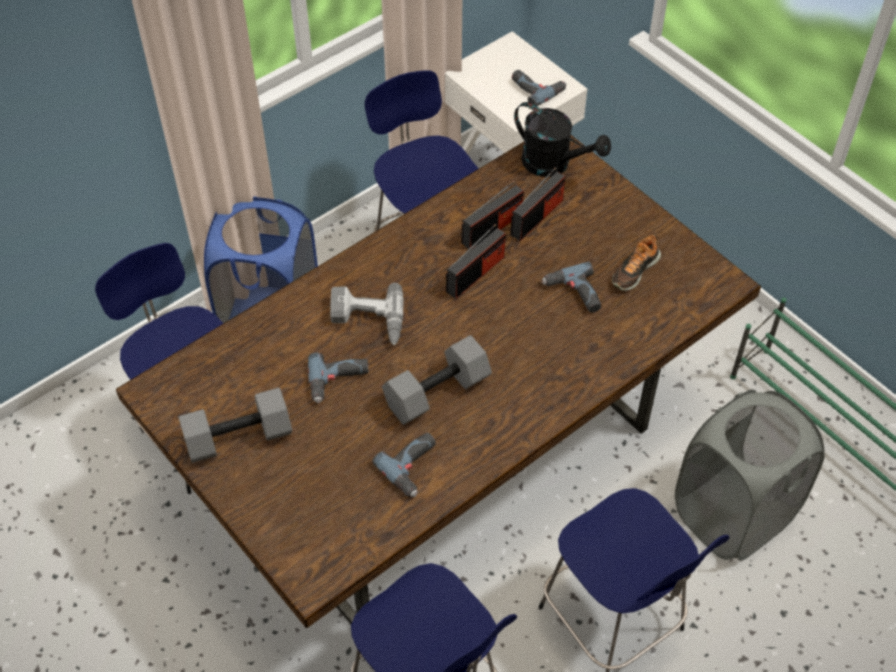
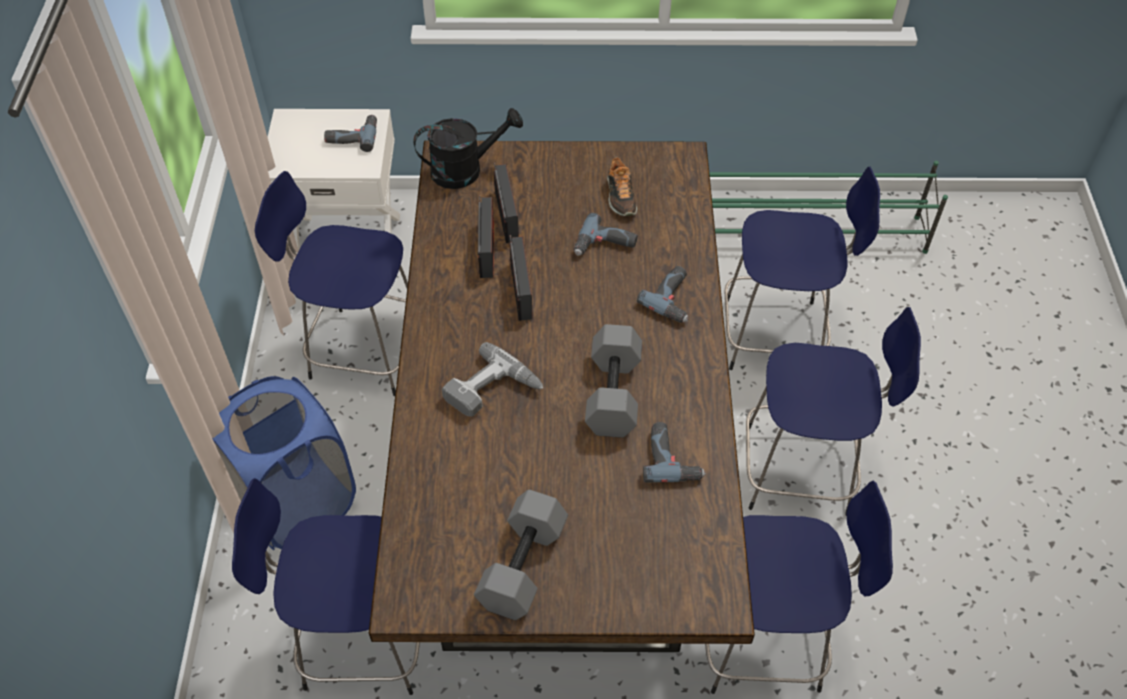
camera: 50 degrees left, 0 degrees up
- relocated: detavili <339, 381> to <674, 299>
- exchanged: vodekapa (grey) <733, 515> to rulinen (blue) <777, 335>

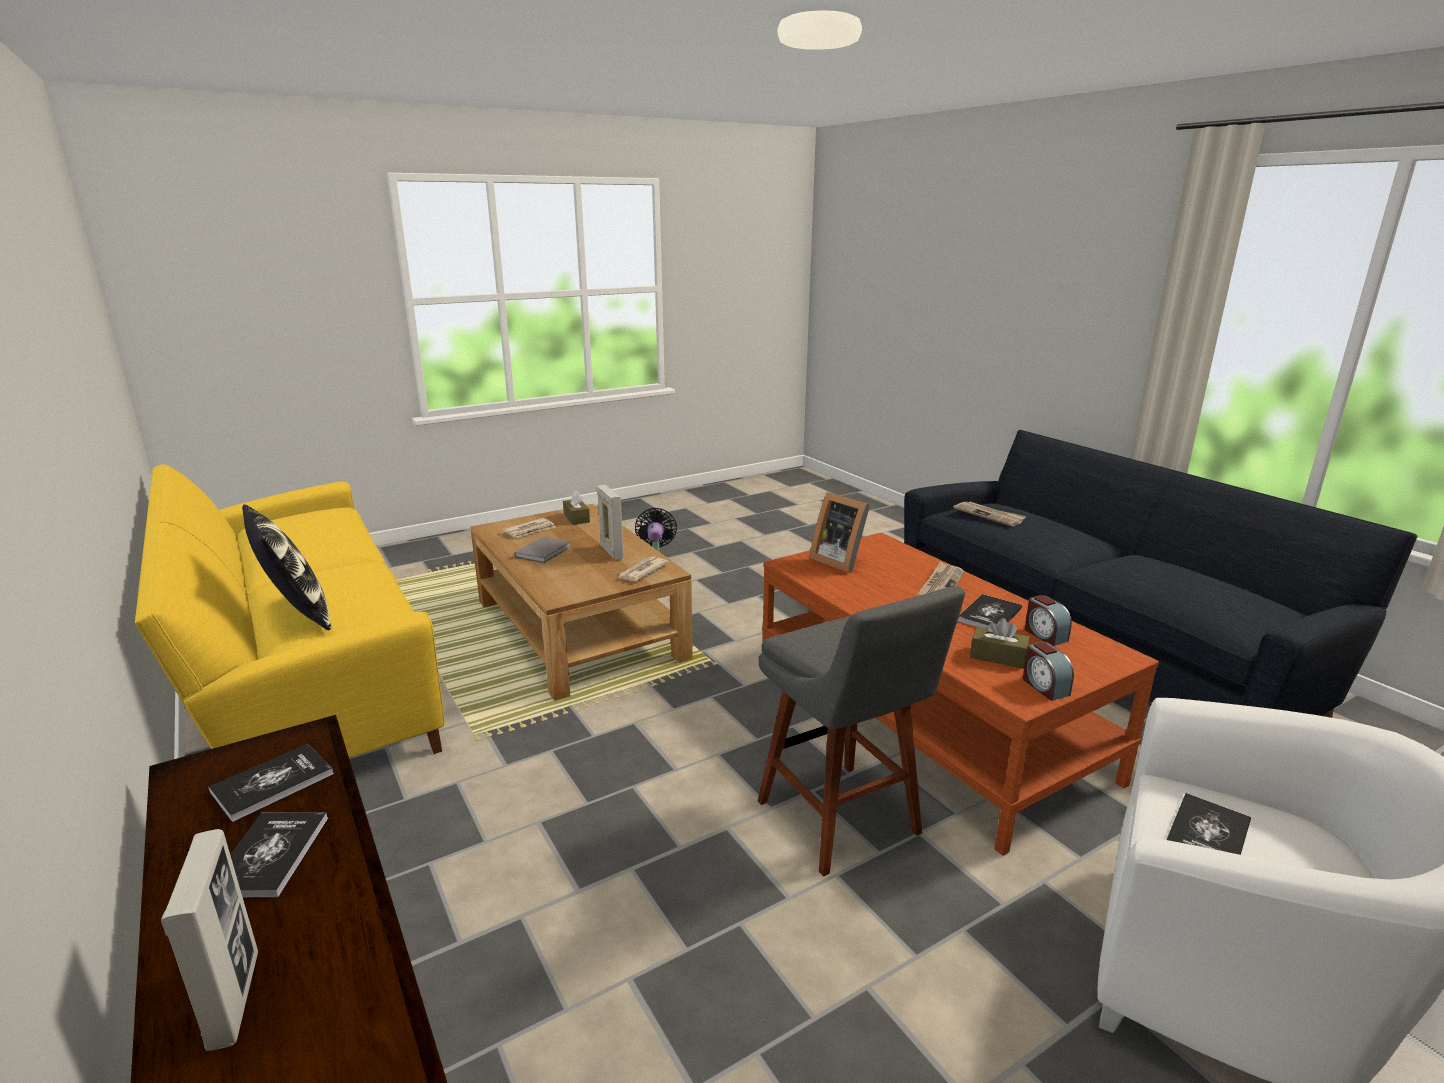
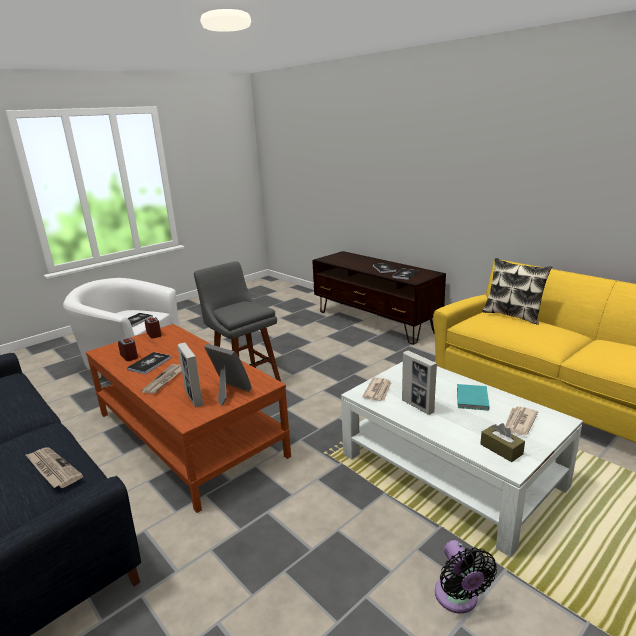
camera: 170 degrees right, 0 degrees up
- missing: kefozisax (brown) <998, 657>
- relocated: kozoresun <234, 999> to <194, 398>
- colour: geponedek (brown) <578, 628> to geponedek (white) <450, 470>
- colour: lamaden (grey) <544, 551> to lamaden (turquoise) <471, 399>

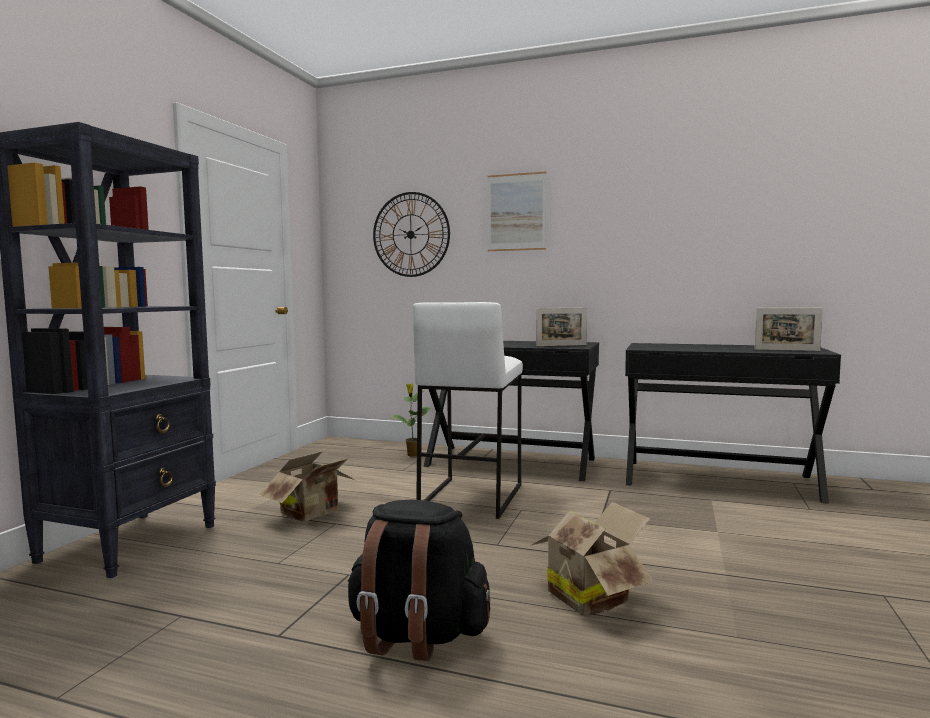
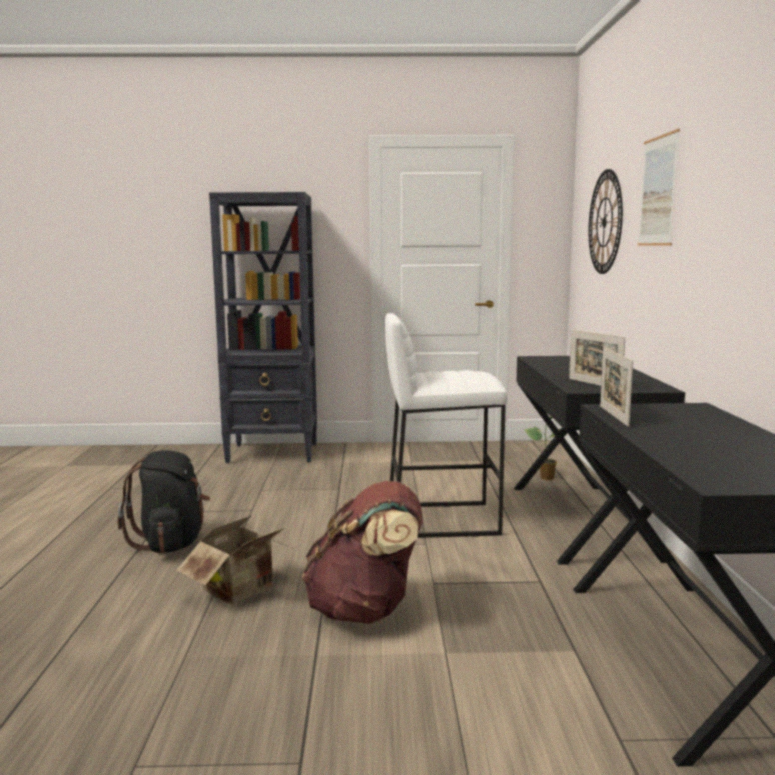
camera: 70 degrees right, 5 degrees up
- missing: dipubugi <313, 514>
- appeared: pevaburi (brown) <365, 610>
- relocated: kozoresun <786, 350> to <613, 415>

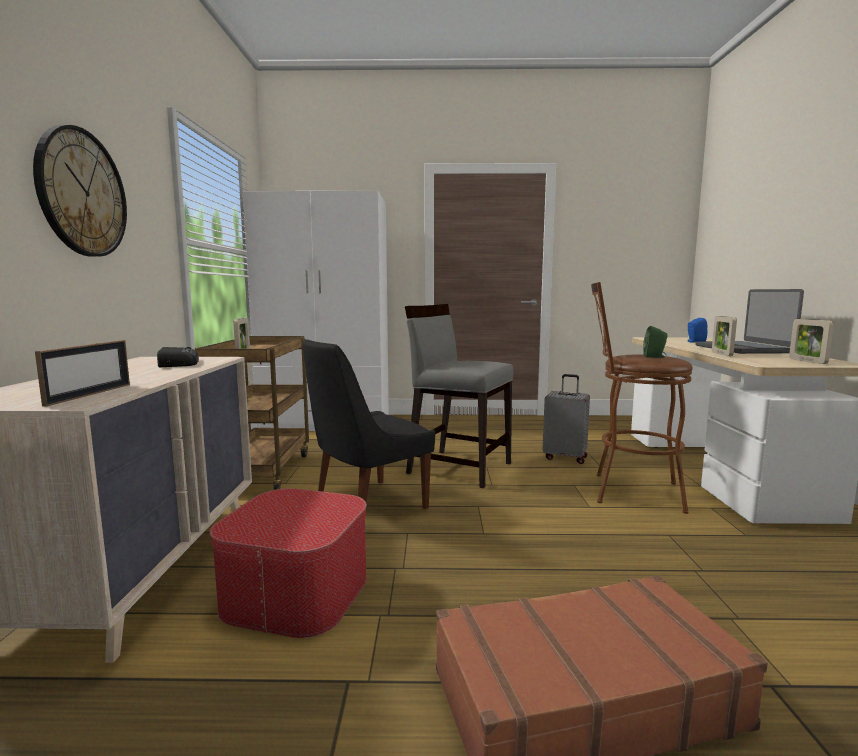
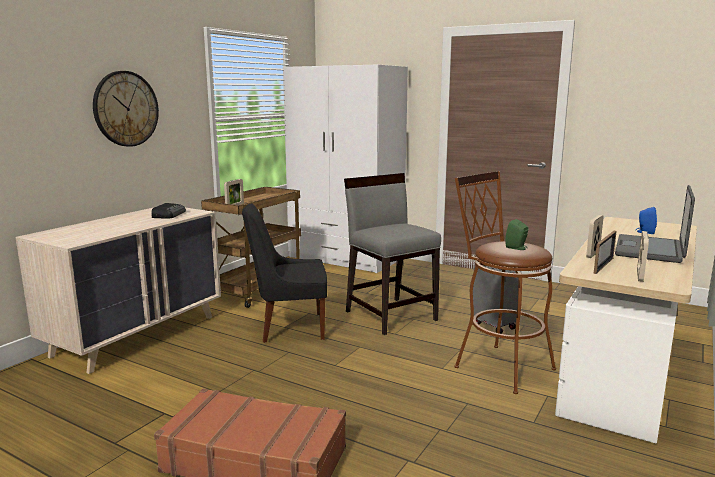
camera: 30 degrees right, 5 degrees up
- missing: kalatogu <296, 592>
- relocated: kozoresun <90, 394> to <603, 265>

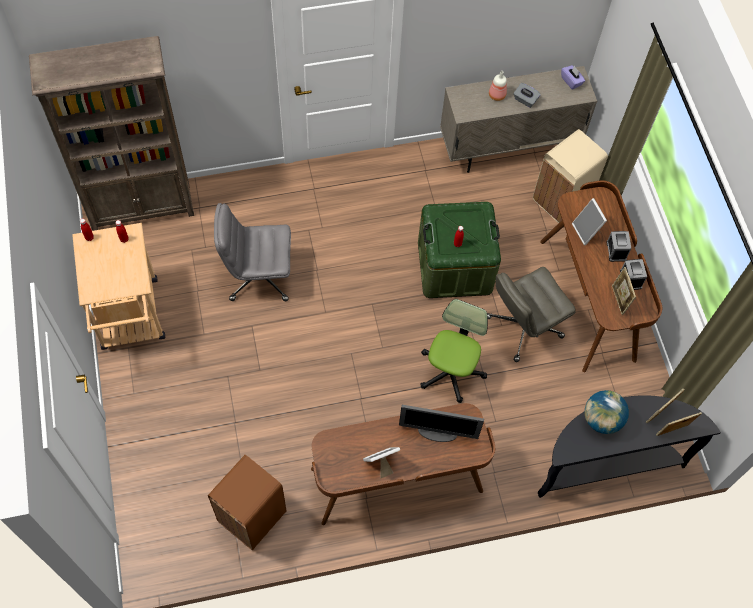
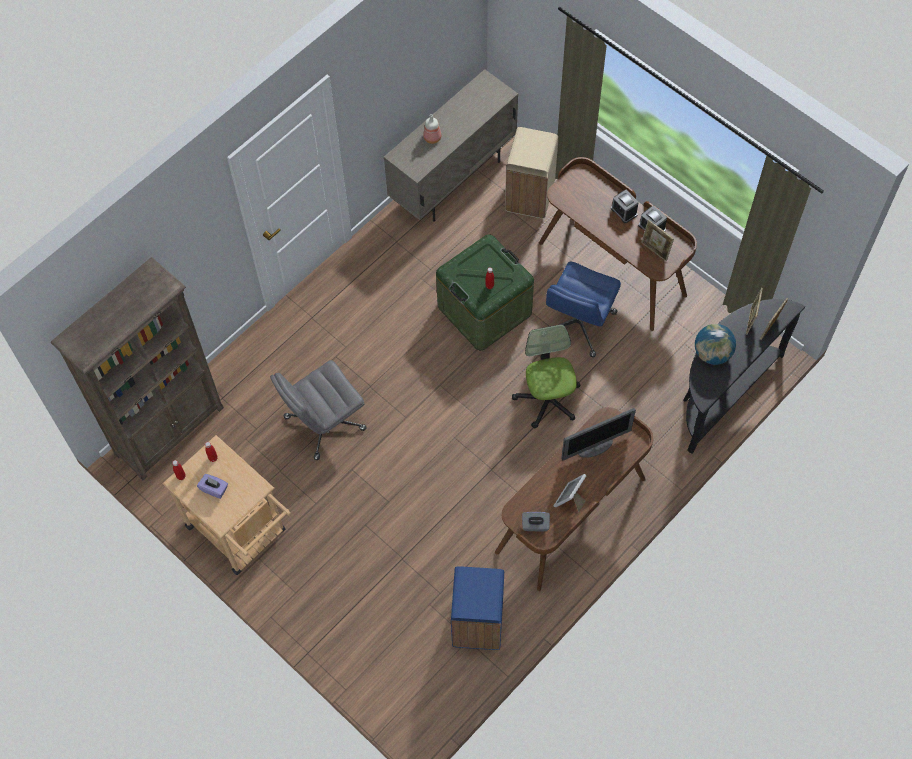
camera: 30 degrees left, 0 degrees up
- missing: kozoresun <587, 231>
- relocated: kefozisax (grey) <525, 100> to <535, 525>
- relocated: kefozisax (purple) <571, 81> to <214, 489>
- colour: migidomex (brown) <251, 517> to migidomex (blue) <477, 624>
- colour: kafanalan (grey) <523, 327> to kafanalan (blue) <578, 325>

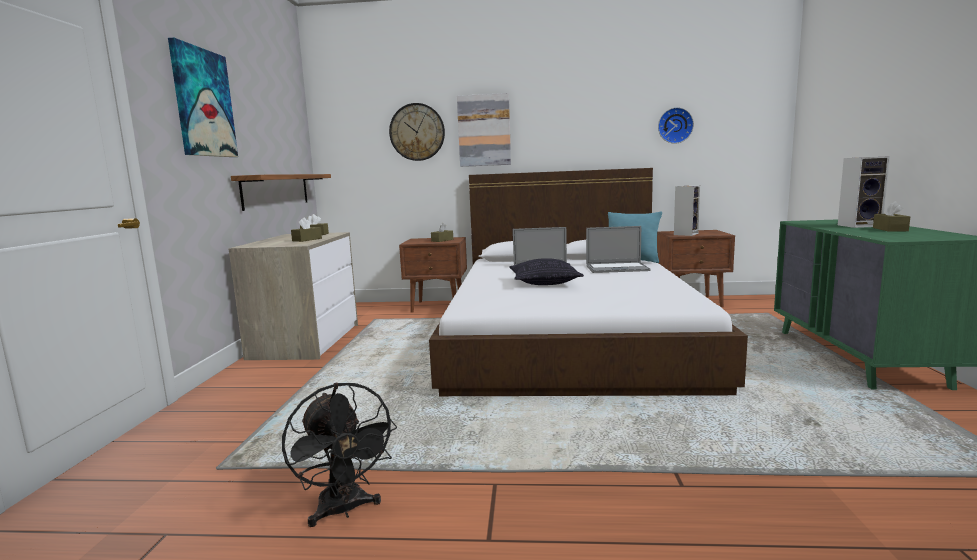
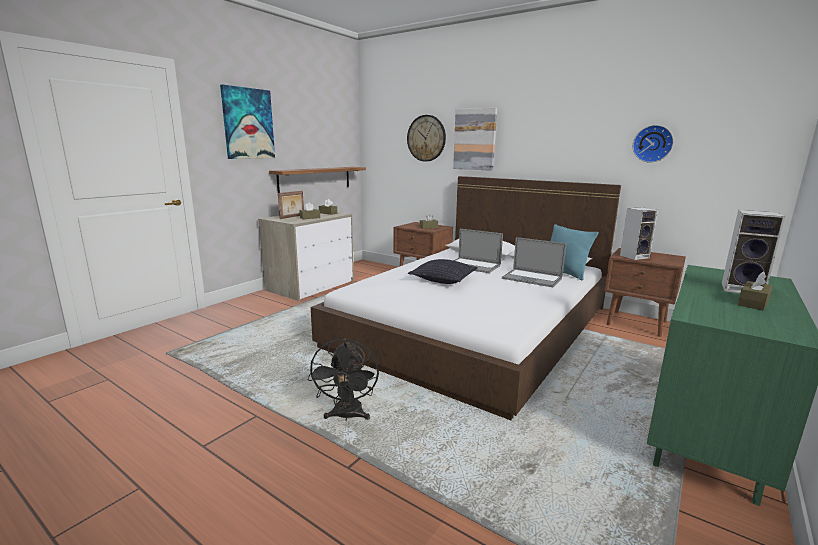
camera: 30 degrees right, 5 degrees up
- appeared: kozoresun <292, 217>
- relocated: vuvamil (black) <344, 510> to <347, 416>

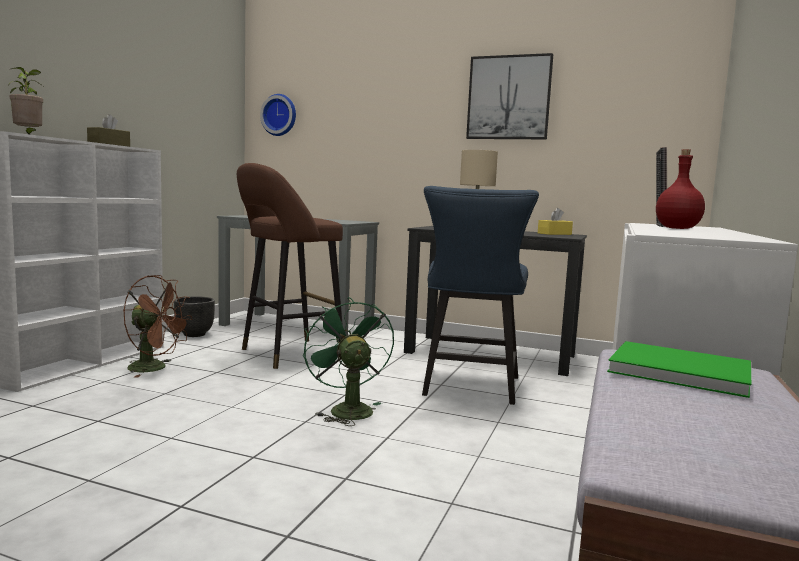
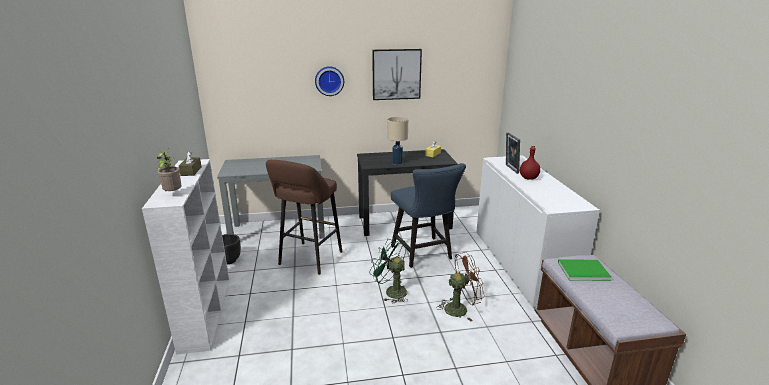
camera: 30 degrees left, 15 degrees up
- relocated: vuvamil (brown) <155, 368> to <460, 308>
- relocated: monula <280, 115> to <329, 81>

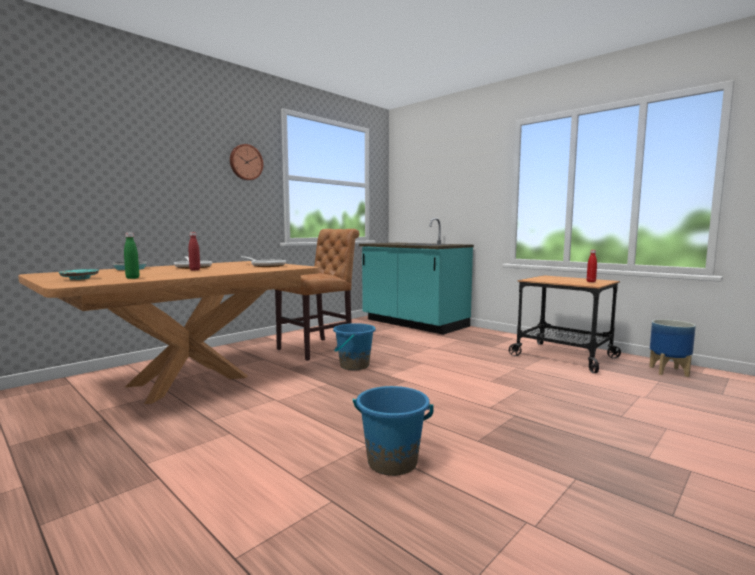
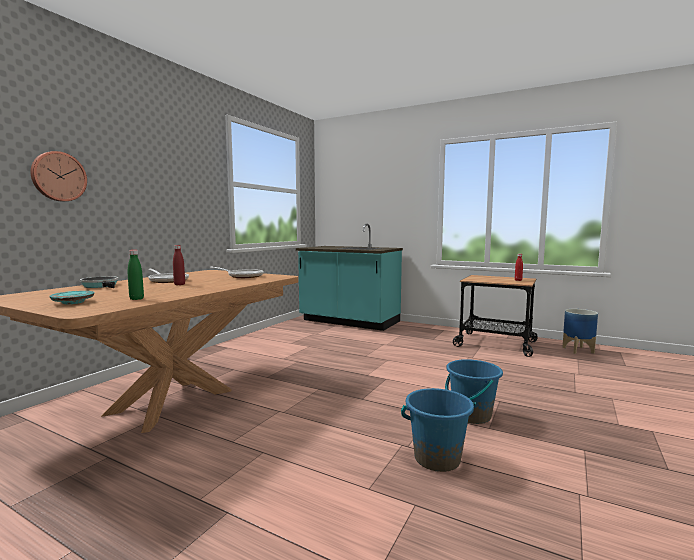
camera: 15 degrees left, 0 degrees up
- missing: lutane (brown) <319, 348>
- relocated: monula <245, 162> to <58, 176>
- relocated: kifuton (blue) <354, 366> to <471, 415>

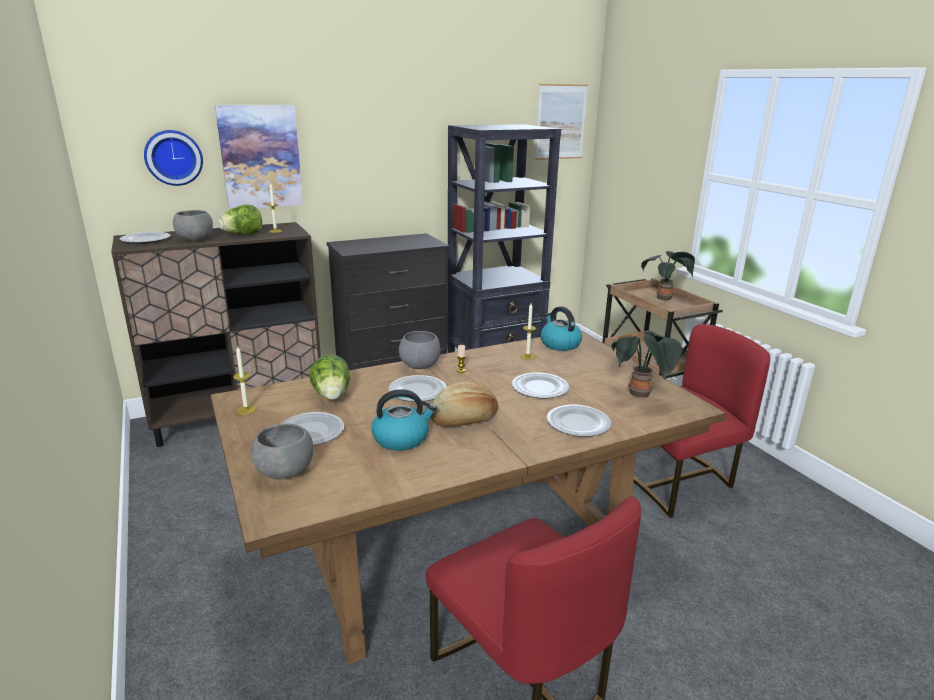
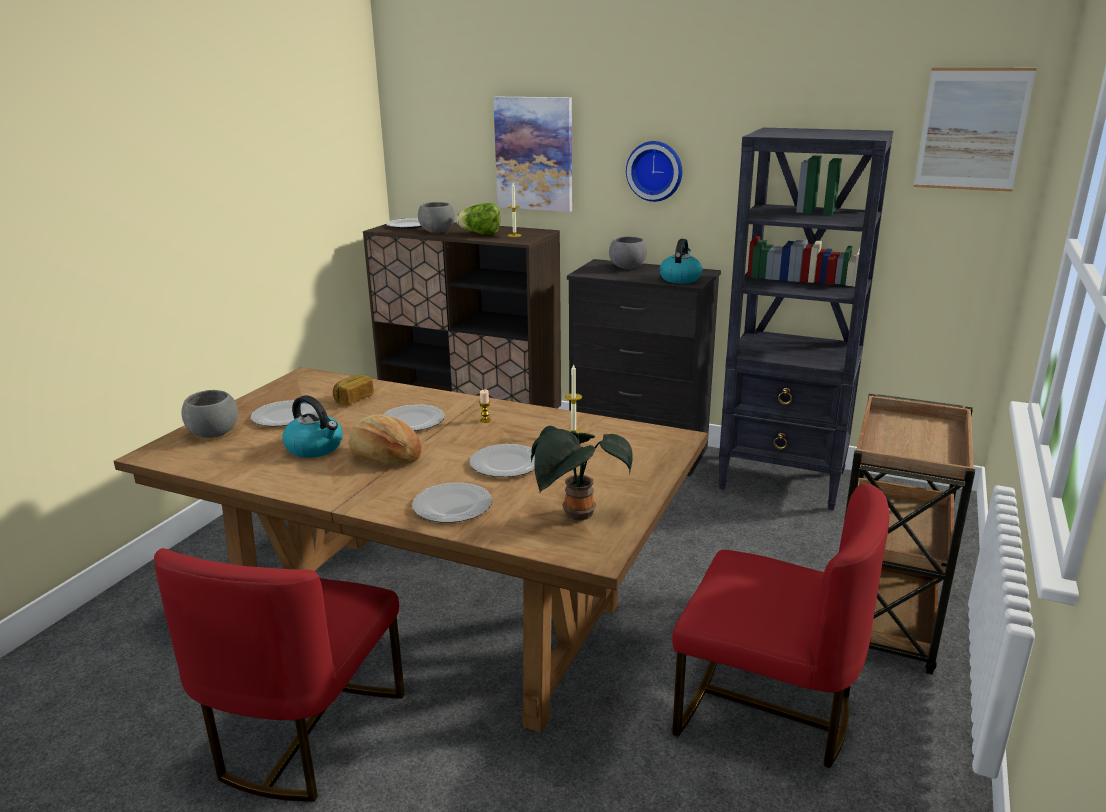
camera: 50 degrees right, 0 degrees up
- missing: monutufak <246, 410>
- missing: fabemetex <665, 298>
- relocated: monula <173, 157> to <655, 170>
- relocated: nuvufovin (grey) <420, 366> to <628, 267>
- relocated: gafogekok <559, 344> to <680, 279>
- exchanged: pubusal <332, 396> to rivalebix <353, 399>

